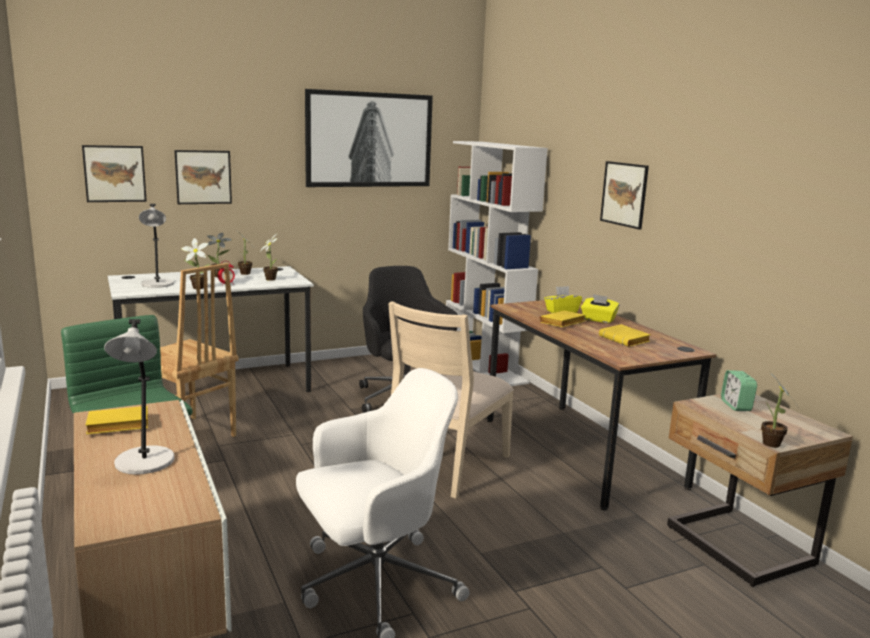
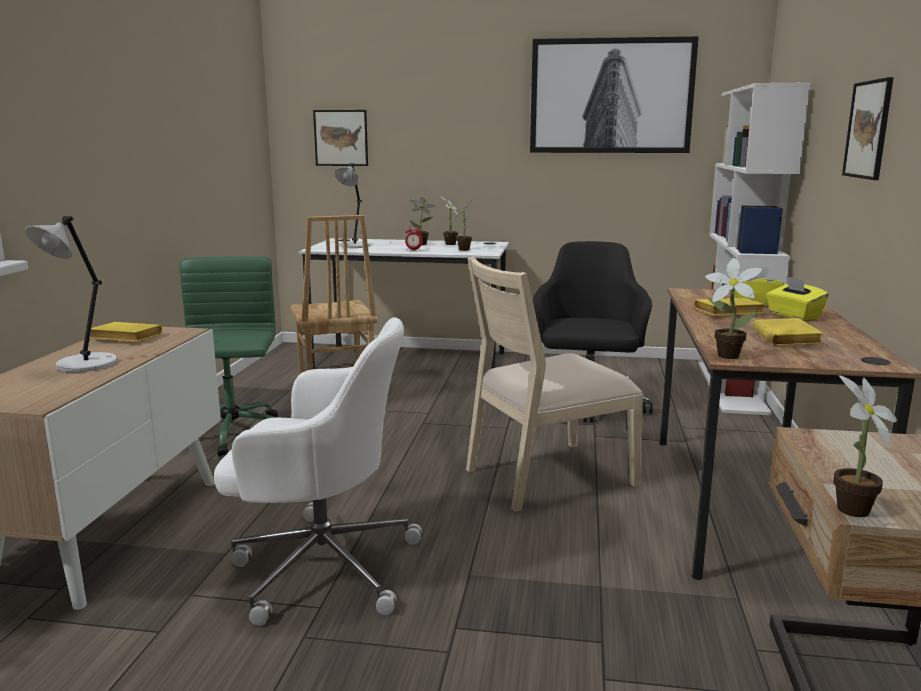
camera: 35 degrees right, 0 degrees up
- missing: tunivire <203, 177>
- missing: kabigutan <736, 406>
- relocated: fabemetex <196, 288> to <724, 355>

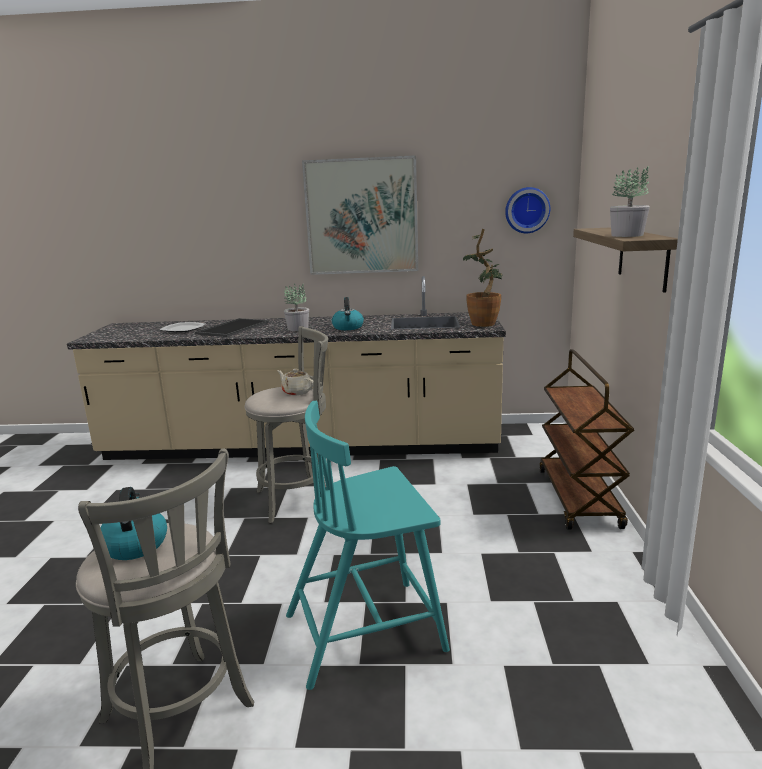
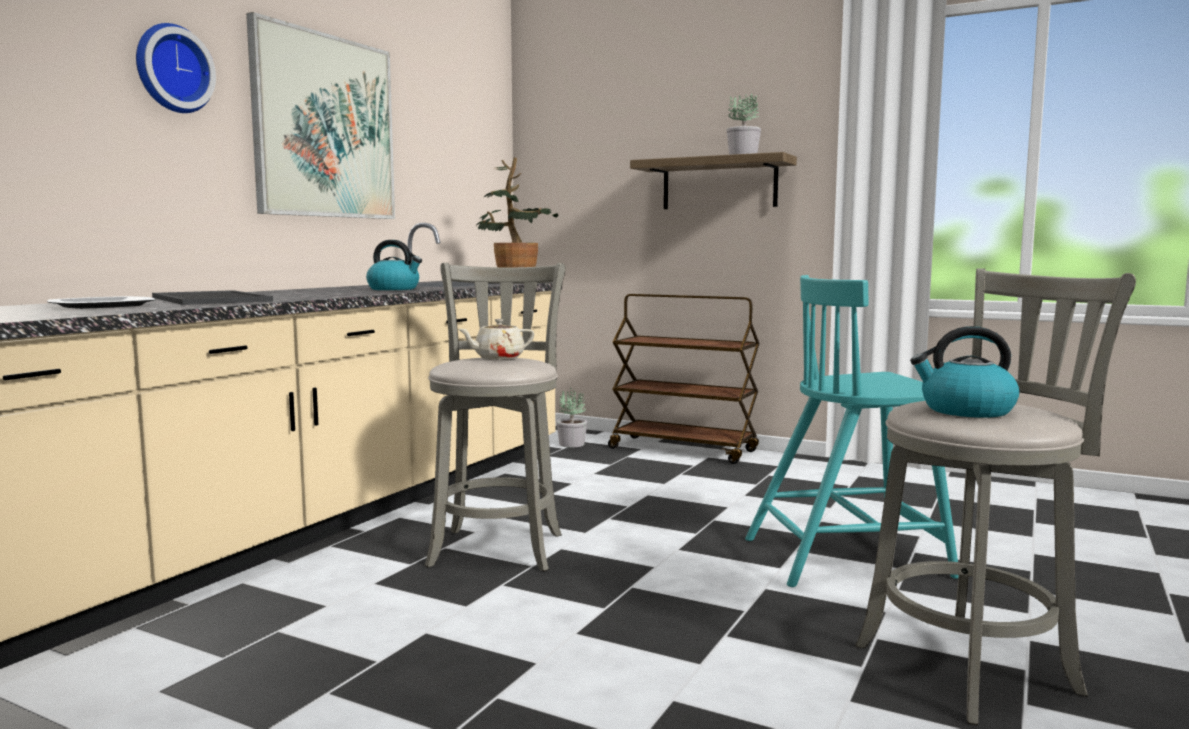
camera: 65 degrees left, 10 degrees down
- relocated: fabemetex <298, 328> to <571, 444>
- relocated: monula <527, 210> to <171, 69>
- spun: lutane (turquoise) <367, 630> = <849, 557> 75 degrees clockwise

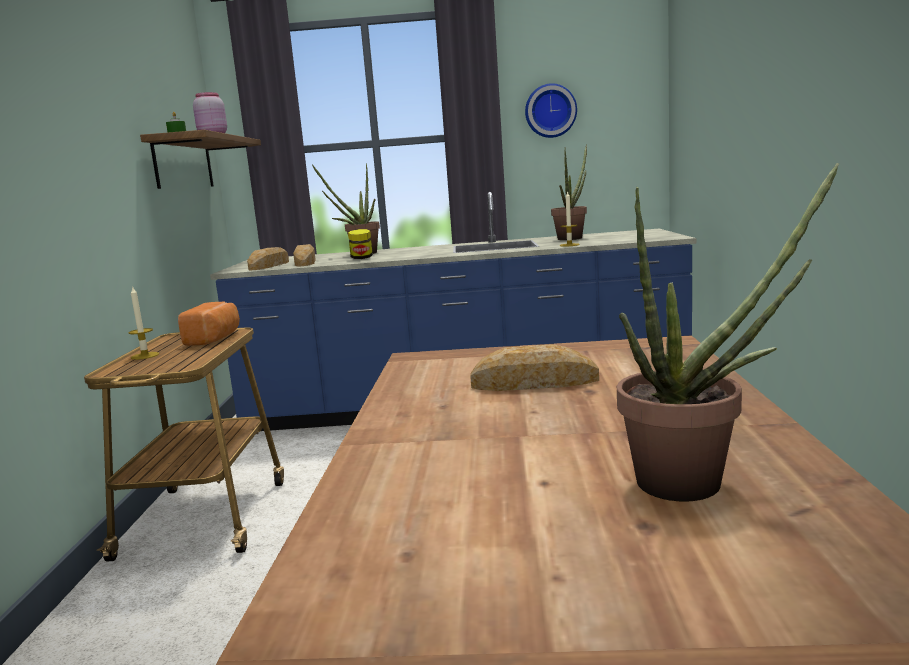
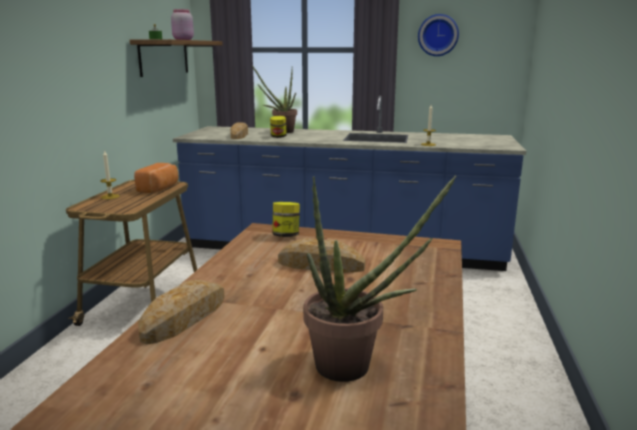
camera: 10 degrees right, 5 degrees up
- missing: fabemetex <572, 238>
- appeared: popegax <286, 235>
- relocated: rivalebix <270, 265> to <185, 317>

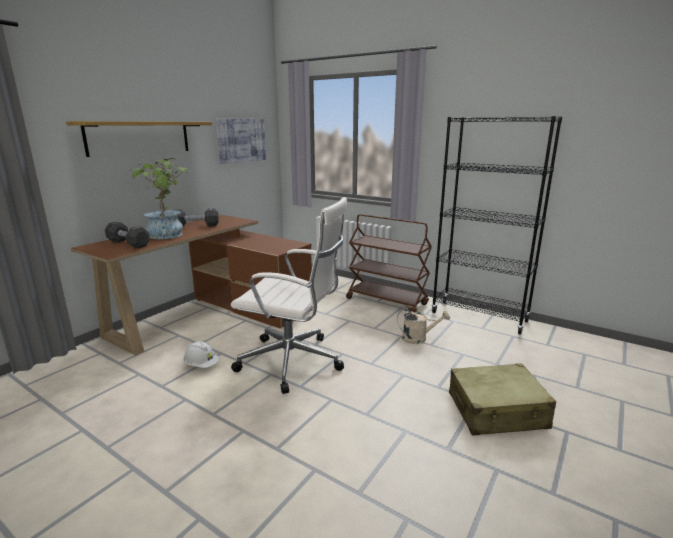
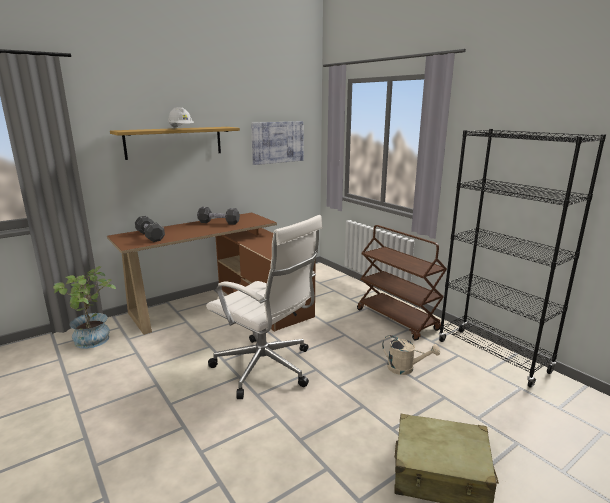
camera: 20 degrees right, 0 degrees up
- relocated: fabemetex <169, 235> to <93, 342>
- relocated: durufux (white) <201, 365> to <181, 128>

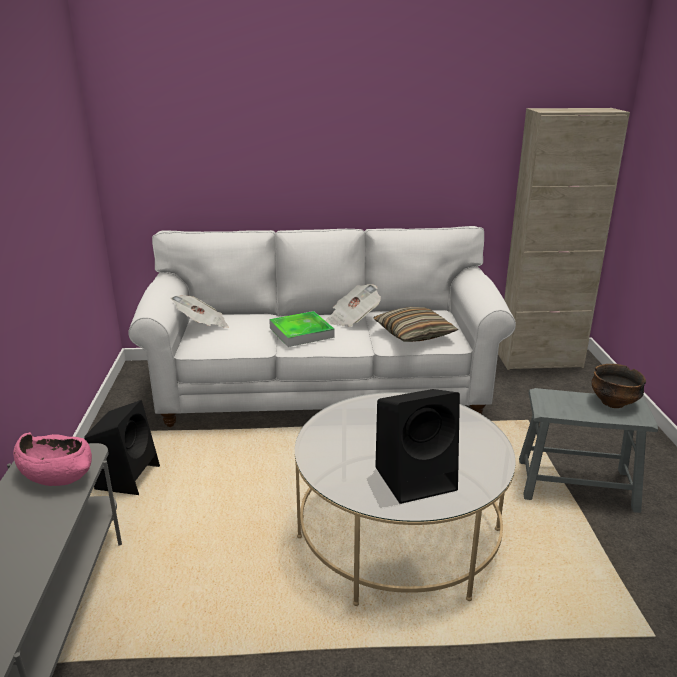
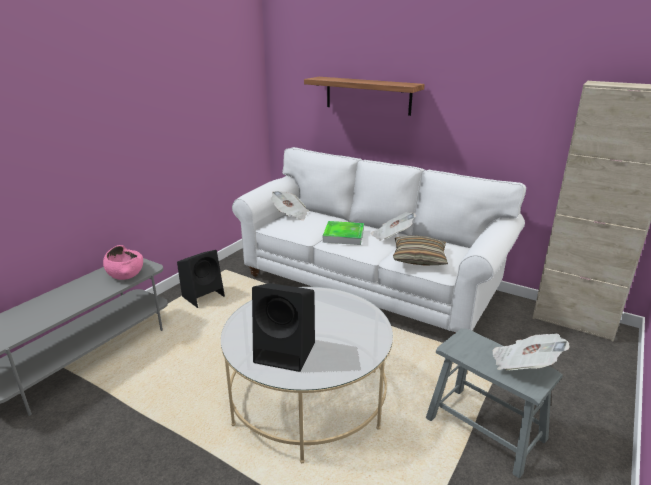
camera: 35 degrees right, 0 degrees up
- appeared: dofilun <367, 95>
- exchanged: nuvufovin <613, 402> to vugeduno <523, 365>

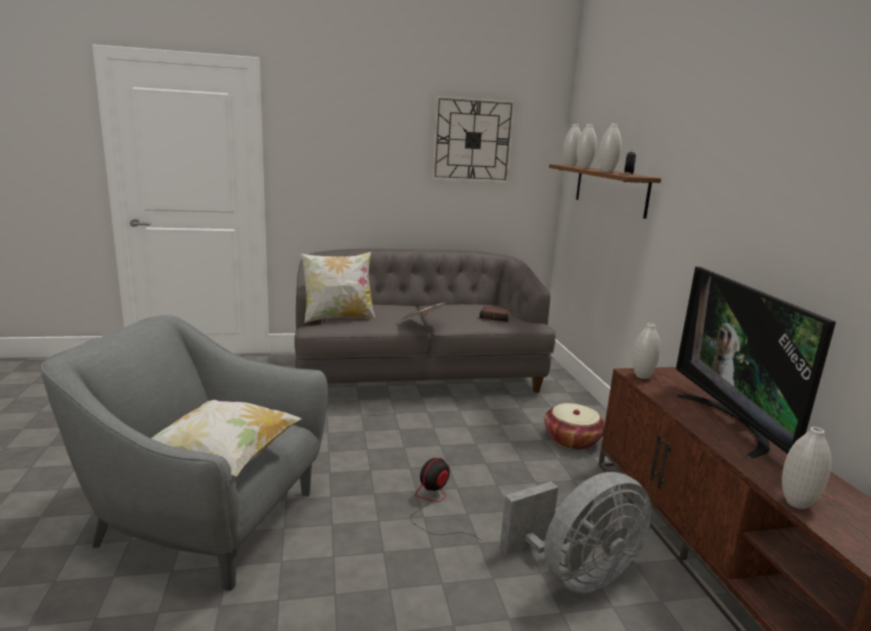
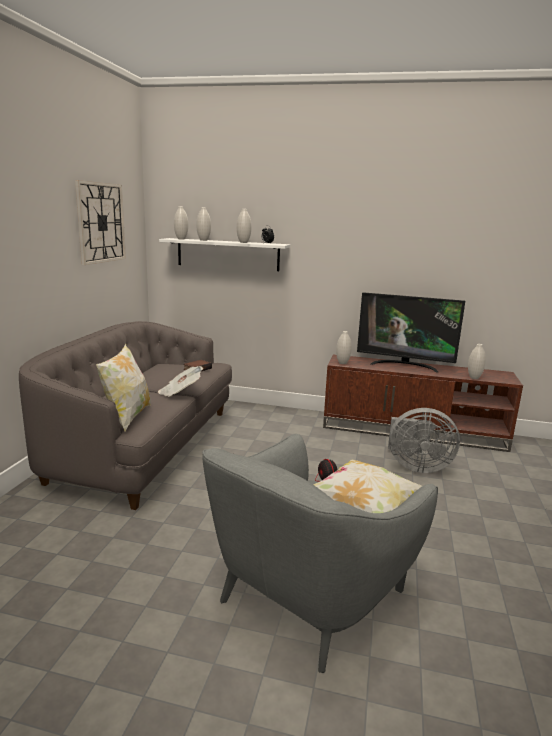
camera: 65 degrees left, 0 degrees up
- missing: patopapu <572, 439>
- colour: dofilun (brown) <610, 189> to dofilun (white) <228, 254>
- spun: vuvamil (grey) <576, 575> = <416, 466> 105 degrees clockwise

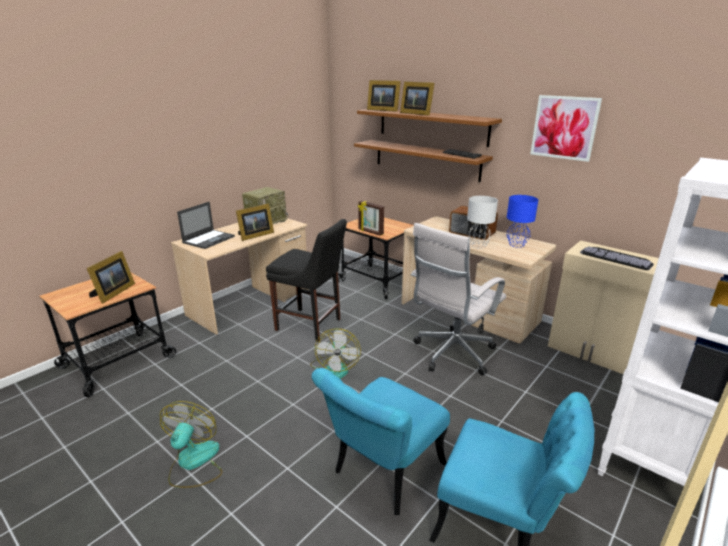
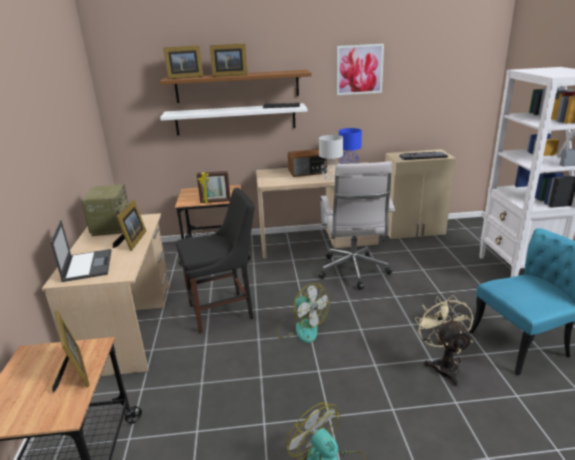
camera: 45 degrees left, 0 degrees up
- exchanged: lutane (turquoise) <382, 474> to vuvamil (beige) <443, 365>
- colour: dofilun (brown) <426, 159> to dofilun (white) <235, 119>

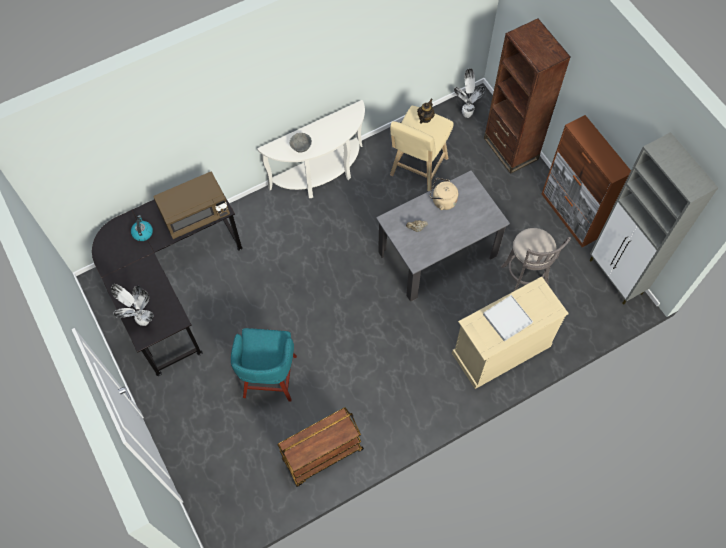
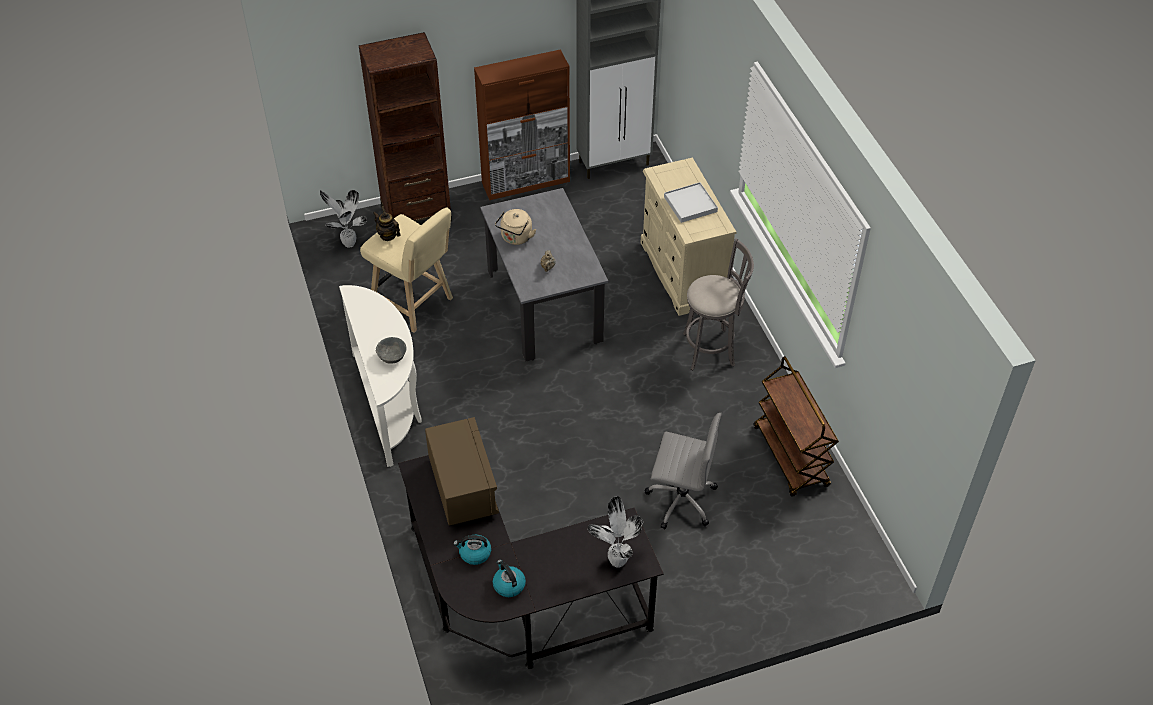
camera: 80 degrees left, 15 degrees down
- appeared: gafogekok <508, 585>
- relocated: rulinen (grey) <525, 277> to <712, 349>
- exchanged: rulinen (turquoise) <269, 378> to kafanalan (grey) <680, 499>

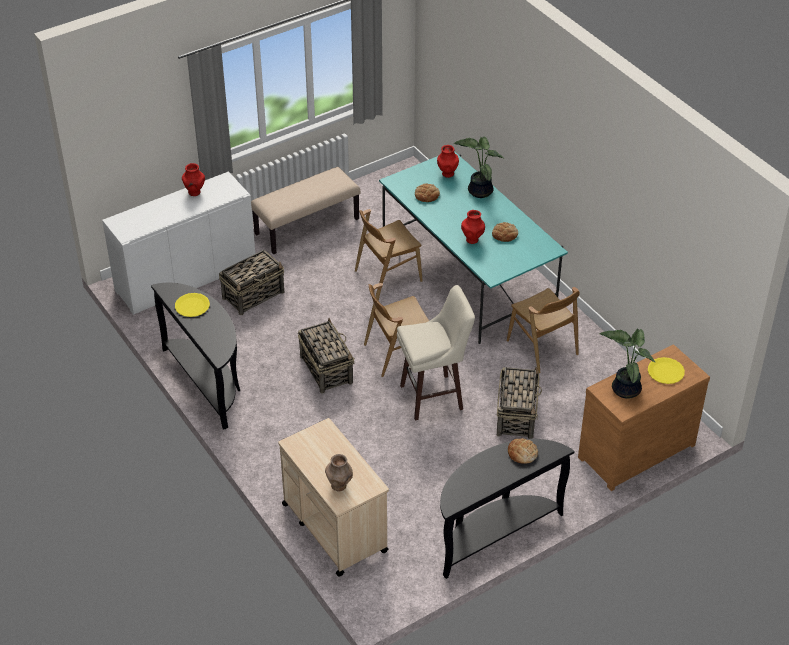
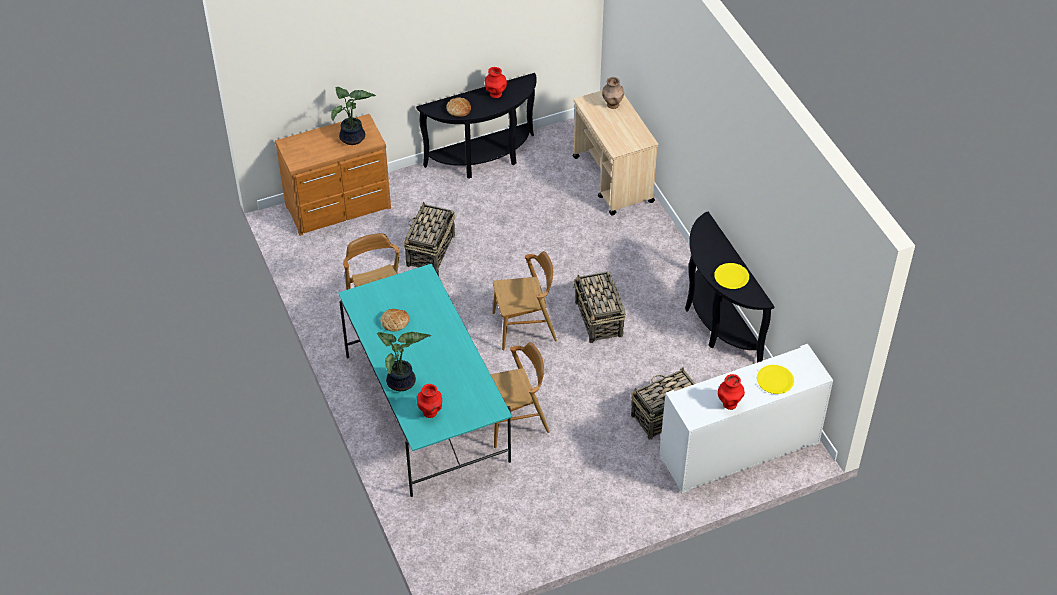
camera: 170 degrees left, 5 degrees up
- missing: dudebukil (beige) <307, 226>
- missing: rulinen (beige) <433, 397>
- missing: rivalebix <427, 195>
- relocated: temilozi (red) <472, 239> to <495, 94>
- relocated: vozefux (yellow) <665, 371> to <775, 380>

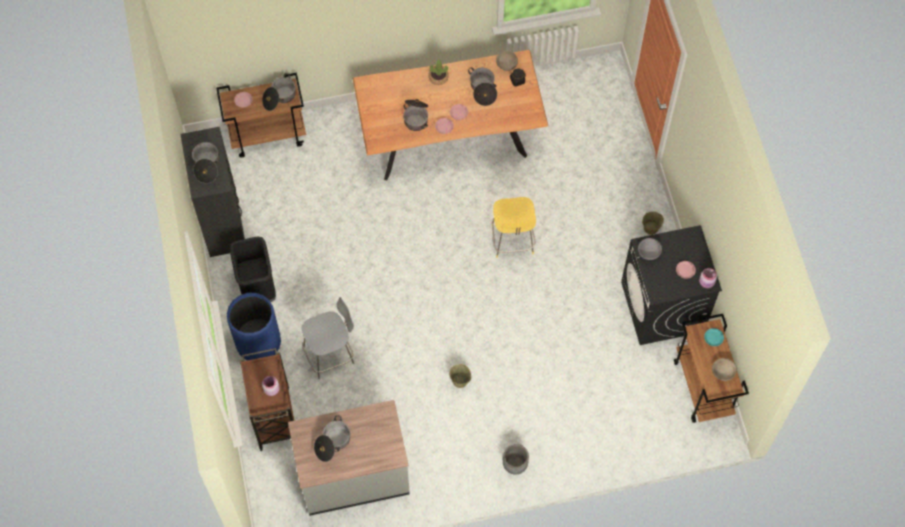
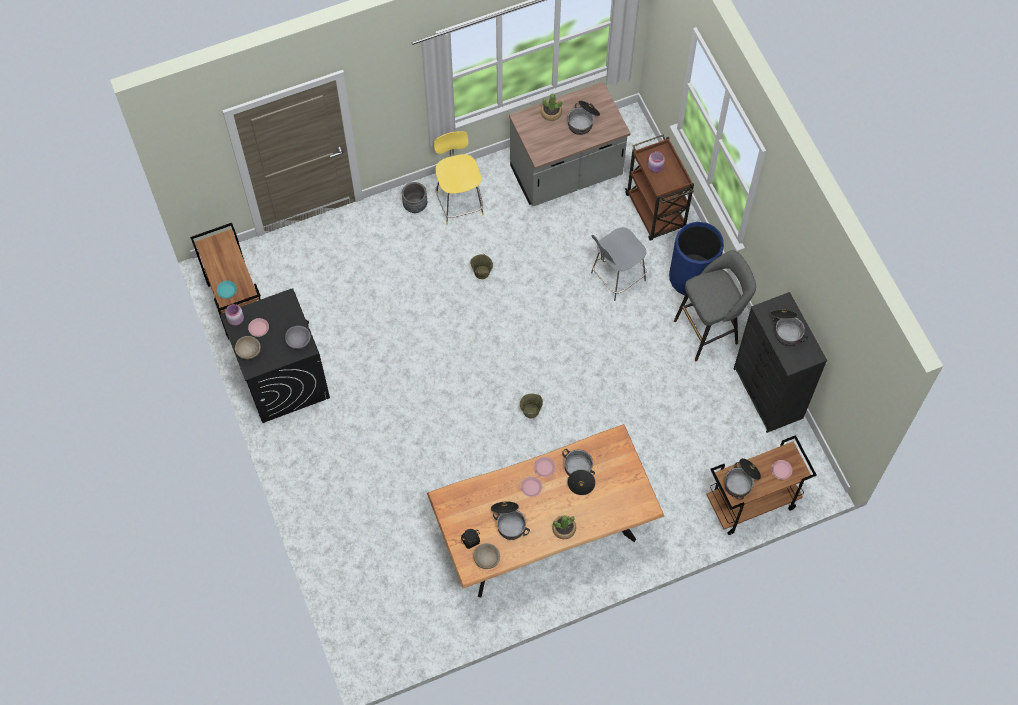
camera: 170 degrees right, 0 degrees up
- appeared: fabemetex <551, 113>
- relocated: rulinen (yellow) <512, 241> to <459, 202>
- relocated: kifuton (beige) <650, 228> to <531, 411>
- relocated: nuvufovin (beige) <723, 372> to <248, 352>
- exchanged: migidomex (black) <257, 288> to rulinen (grey) <709, 330>

